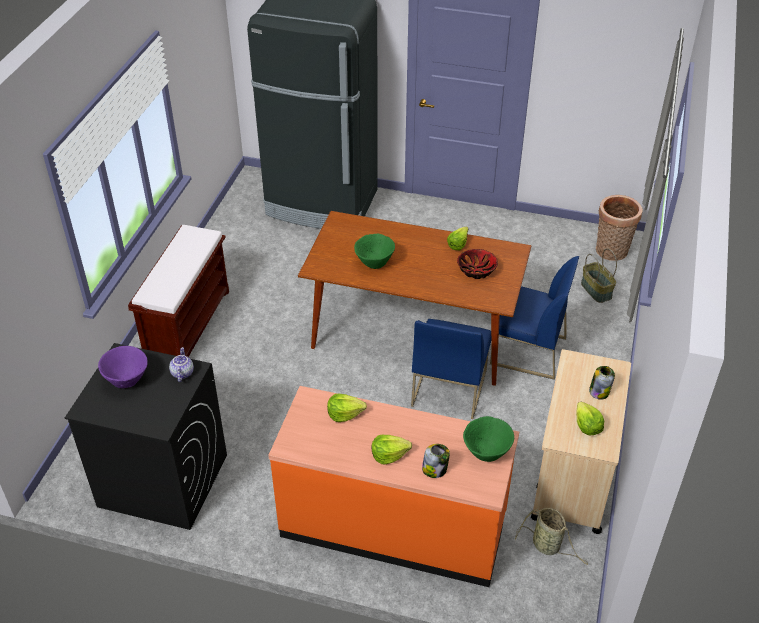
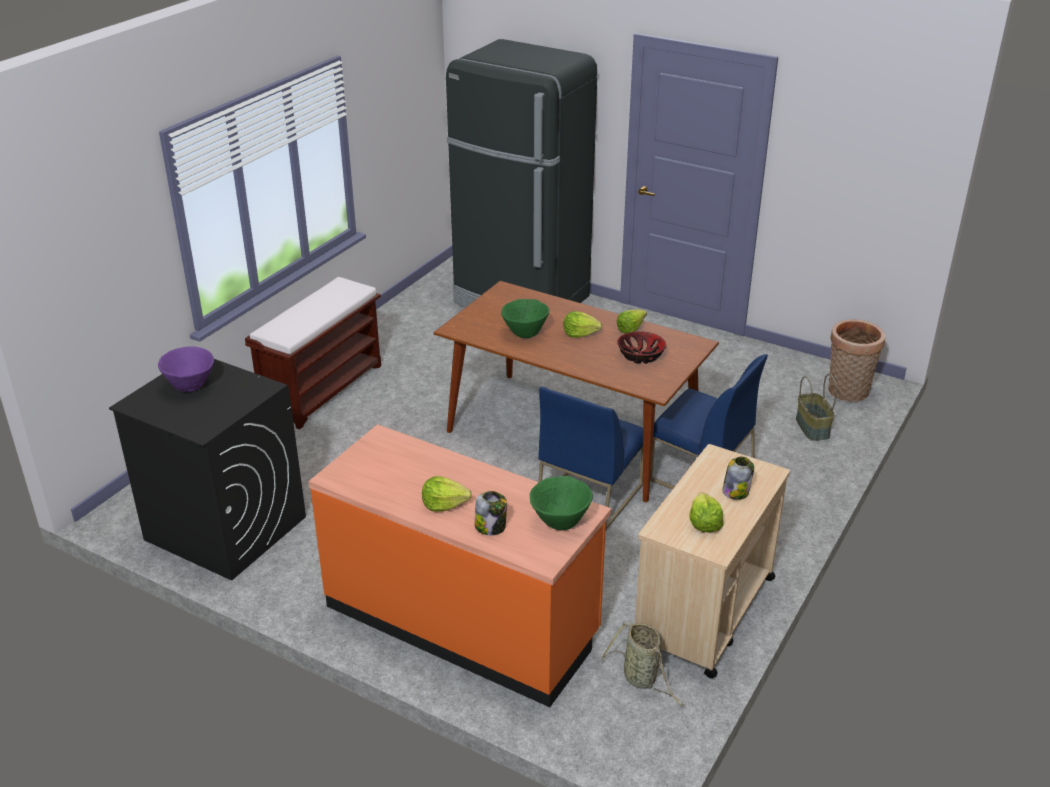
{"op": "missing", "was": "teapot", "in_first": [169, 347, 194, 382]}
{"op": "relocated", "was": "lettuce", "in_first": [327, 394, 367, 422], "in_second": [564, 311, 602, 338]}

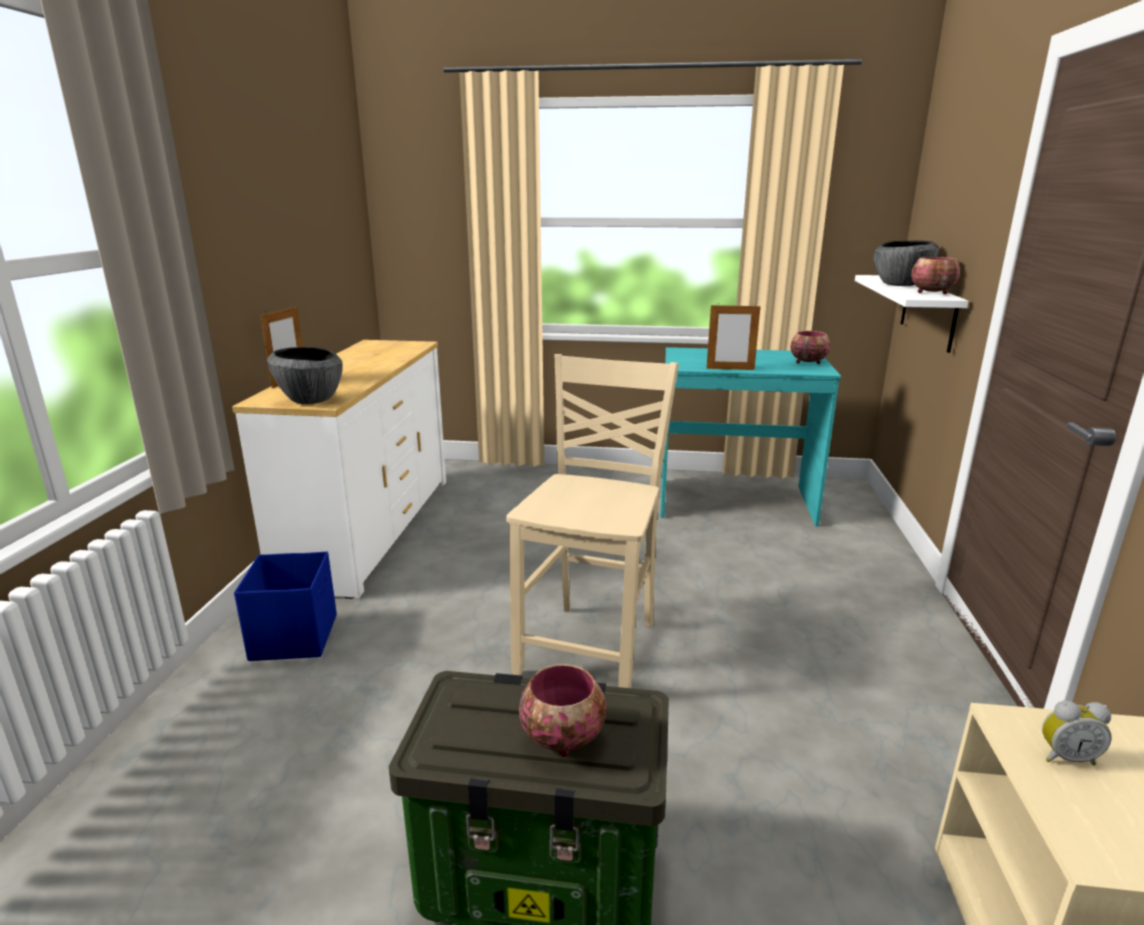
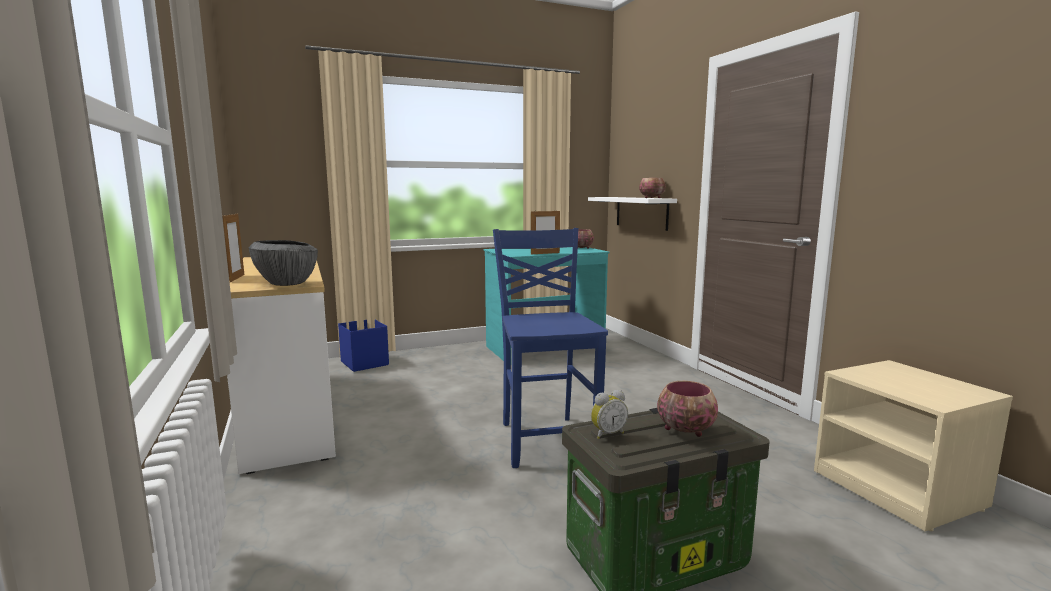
{"op": "missing", "was": "bowl", "in_first": [873, 240, 939, 286]}
{"op": "colour", "was": "chair (beige)", "now": "chair (blue)", "in_first": [506, 354, 679, 688], "in_second": [493, 228, 608, 468]}
{"op": "relocated", "was": "storage box (blue)", "in_first": [234, 551, 337, 661], "in_second": [338, 320, 389, 372]}
{"op": "relocated", "was": "alarm clock", "in_first": [1042, 701, 1112, 765], "in_second": [591, 390, 628, 439]}

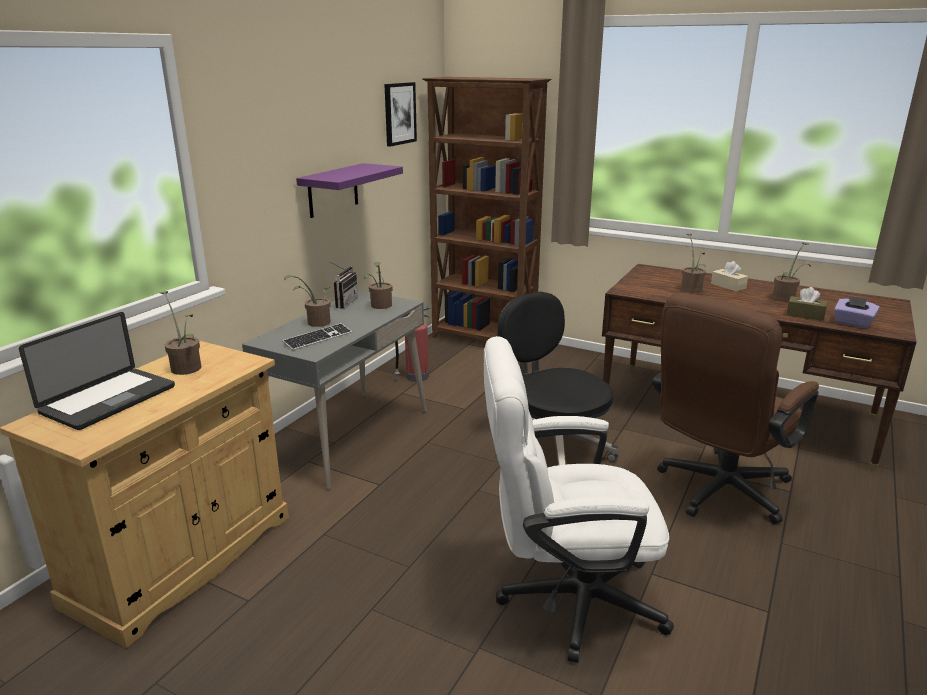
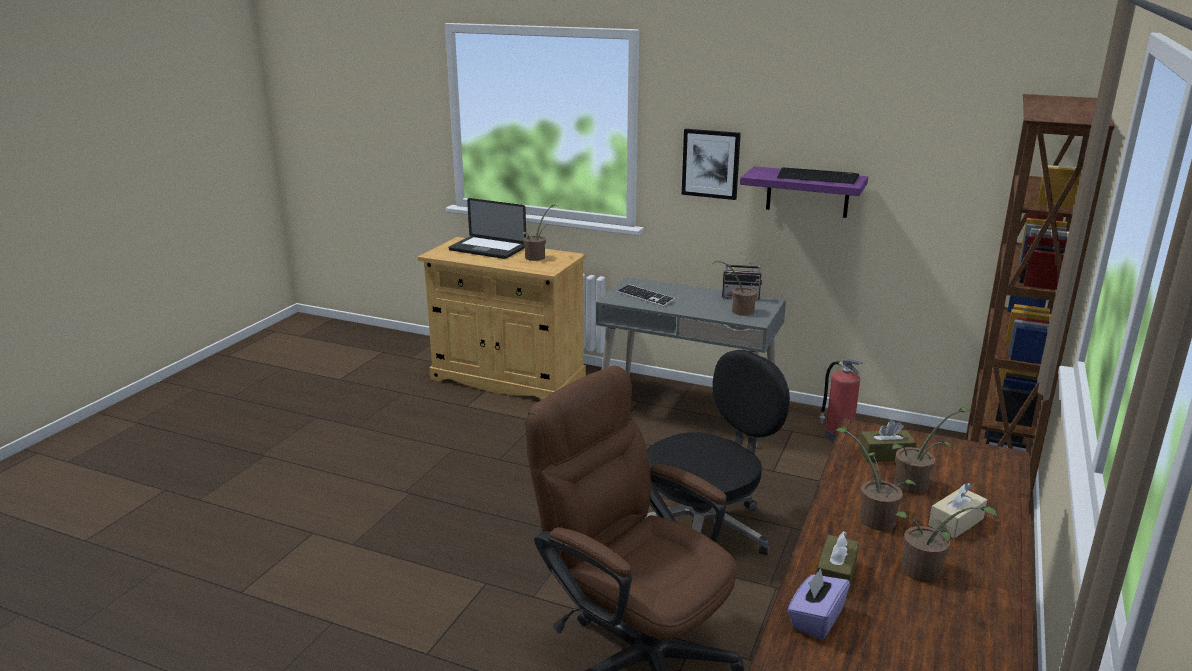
{"op": "relocated", "was": "picture", "in_first": [384, 82, 417, 147], "in_second": [682, 129, 741, 200]}
{"op": "relocated", "was": "potted plant", "in_first": [284, 275, 331, 327], "in_second": [834, 427, 918, 531]}
{"op": "missing", "was": "office chair (white)", "in_first": [484, 336, 674, 663]}
{"op": "appeared", "now": "keyboard", "in_second": [777, 168, 859, 184]}
{"op": "appeared", "now": "tissue box (brown)", "in_second": [859, 420, 917, 462]}

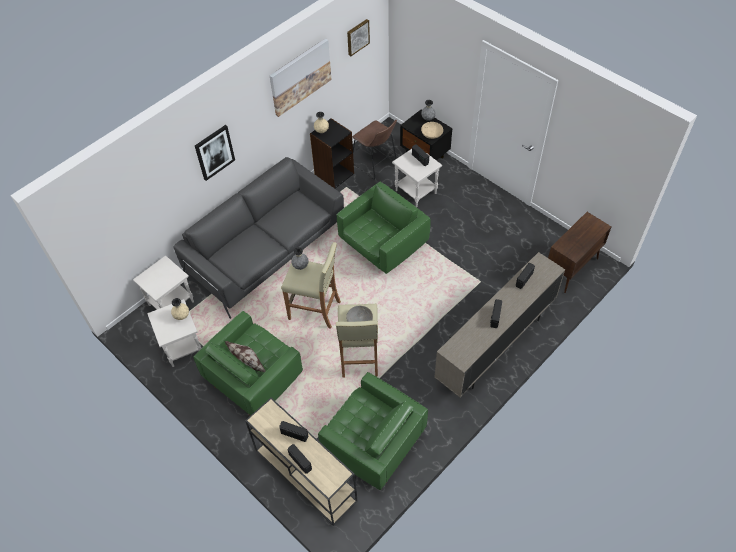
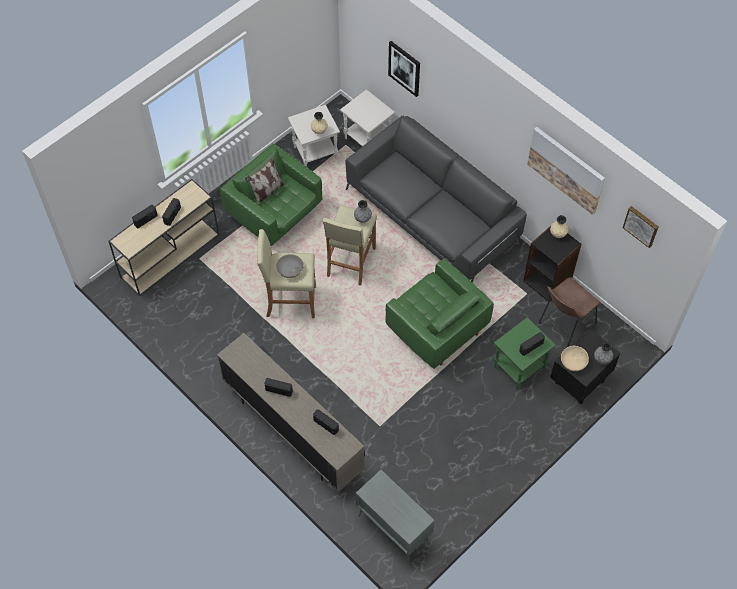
{"op": "relocated", "was": "picture", "in_first": [195, 125, 235, 181], "in_second": [388, 41, 420, 97]}
{"op": "colour", "was": "side table (white)", "now": "side table (green)", "in_first": [392, 149, 442, 207], "in_second": [494, 317, 556, 390]}
{"op": "colour", "was": "cabinet (brown)", "now": "cabinet (grey)", "in_first": [548, 212, 612, 293], "in_second": [356, 470, 435, 564]}
{"op": "missing", "was": "armchair (green)", "in_first": [318, 372, 428, 490]}

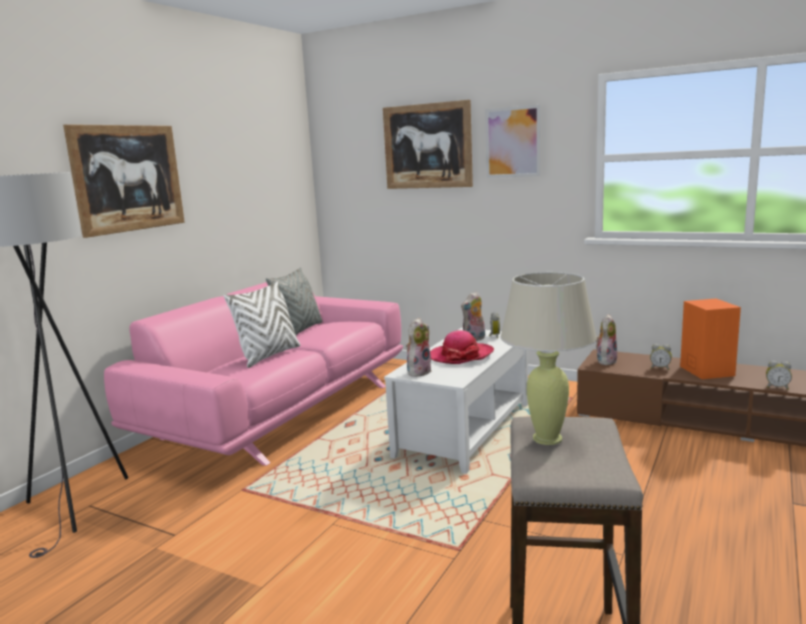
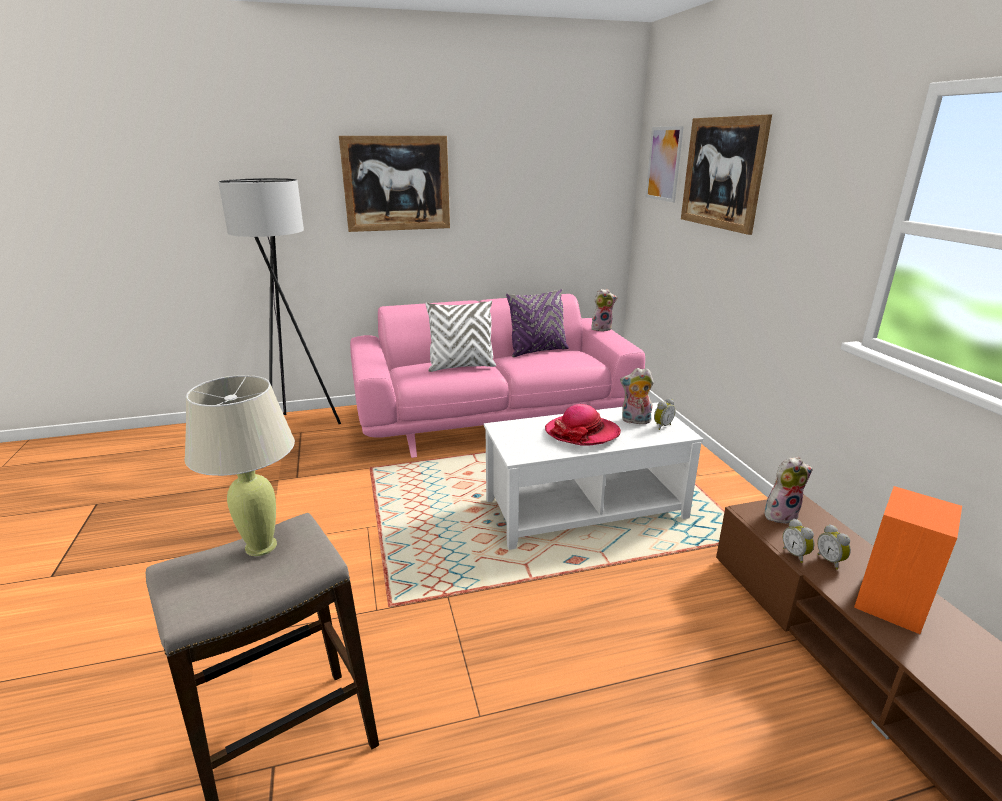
{"op": "relocated", "was": "picture", "in_first": [485, 105, 540, 178], "in_second": [646, 126, 684, 202]}
{"op": "colour", "was": "pillow (grey)", "now": "pillow (purple)", "in_first": [266, 268, 322, 335], "in_second": [506, 289, 569, 357]}
{"op": "relocated", "was": "plush toy", "in_first": [406, 318, 432, 377], "in_second": [591, 289, 617, 331]}
{"op": "relocated", "was": "alarm clock", "in_first": [766, 361, 792, 390], "in_second": [783, 519, 814, 563]}

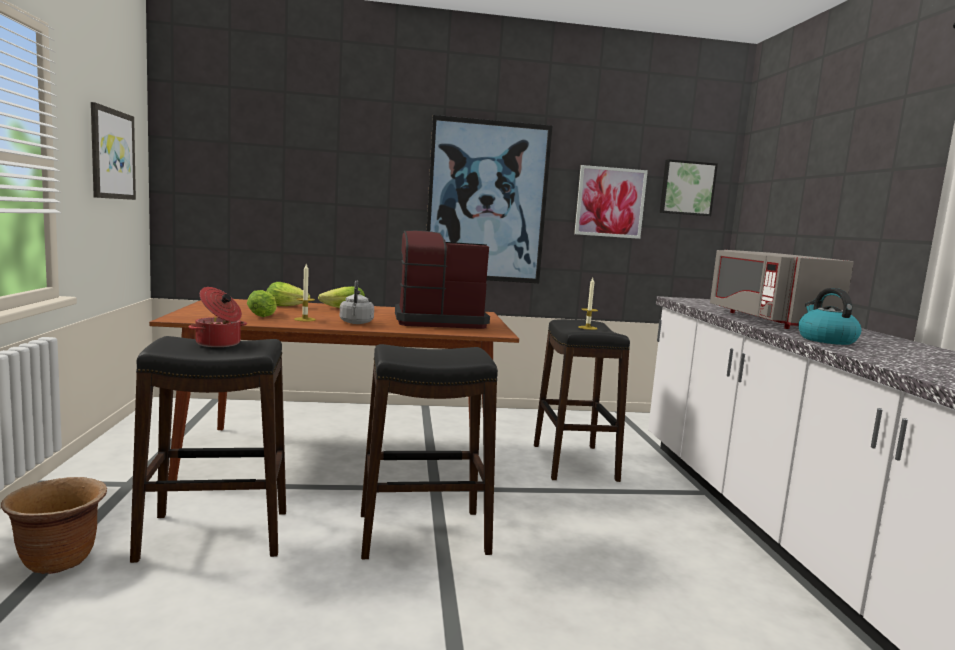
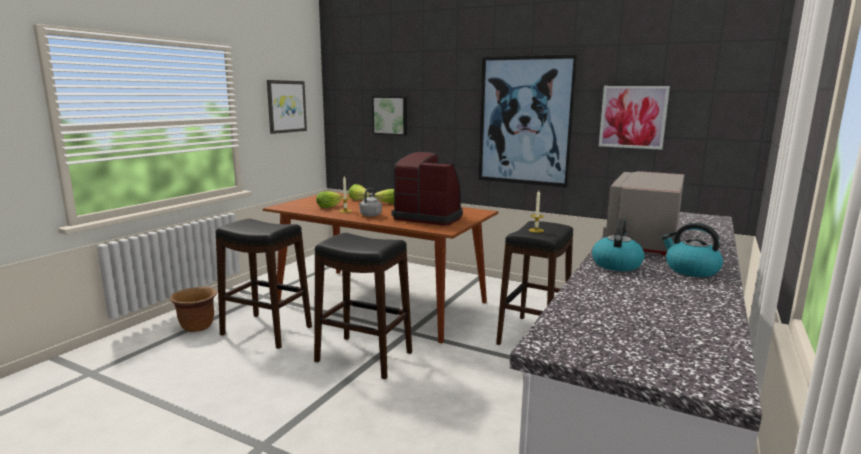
{"op": "relocated", "was": "picture", "in_first": [660, 159, 718, 216], "in_second": [372, 96, 407, 136]}
{"op": "missing", "was": "cooking pot", "in_first": [188, 287, 247, 347]}
{"op": "appeared", "now": "kettle", "in_second": [661, 223, 723, 277]}

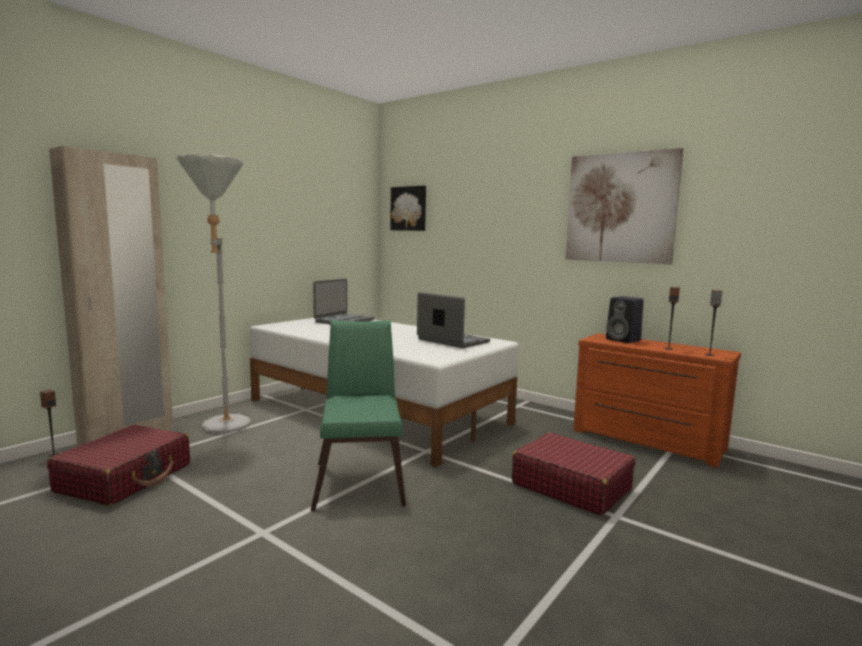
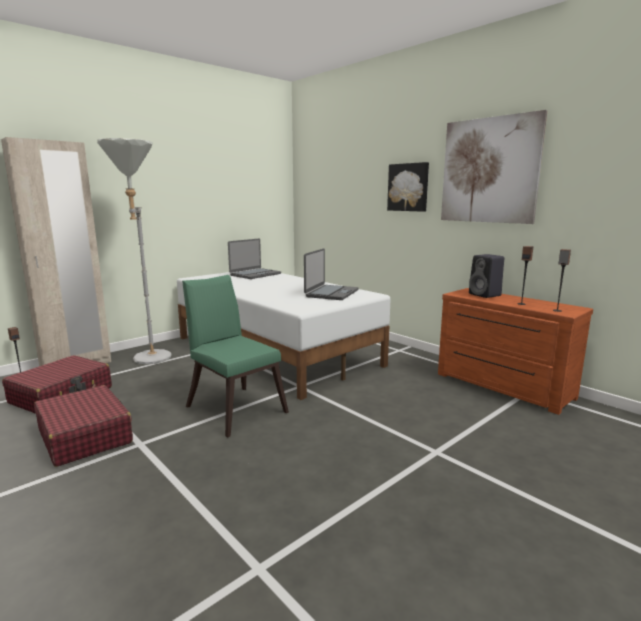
{"op": "relocated", "was": "picture", "in_first": [390, 186, 426, 231], "in_second": [387, 162, 429, 212]}
{"op": "spun", "was": "laptop", "in_first": [417, 292, 490, 348], "in_second": [304, 248, 359, 300], "clockwise": 60}
{"op": "spun", "was": "chair (green)", "in_first": [311, 320, 406, 511], "in_second": [182, 275, 289, 438], "clockwise": -45}
{"op": "relocated", "was": "suitcase (red)", "in_first": [512, 433, 635, 515], "in_second": [34, 385, 133, 467]}

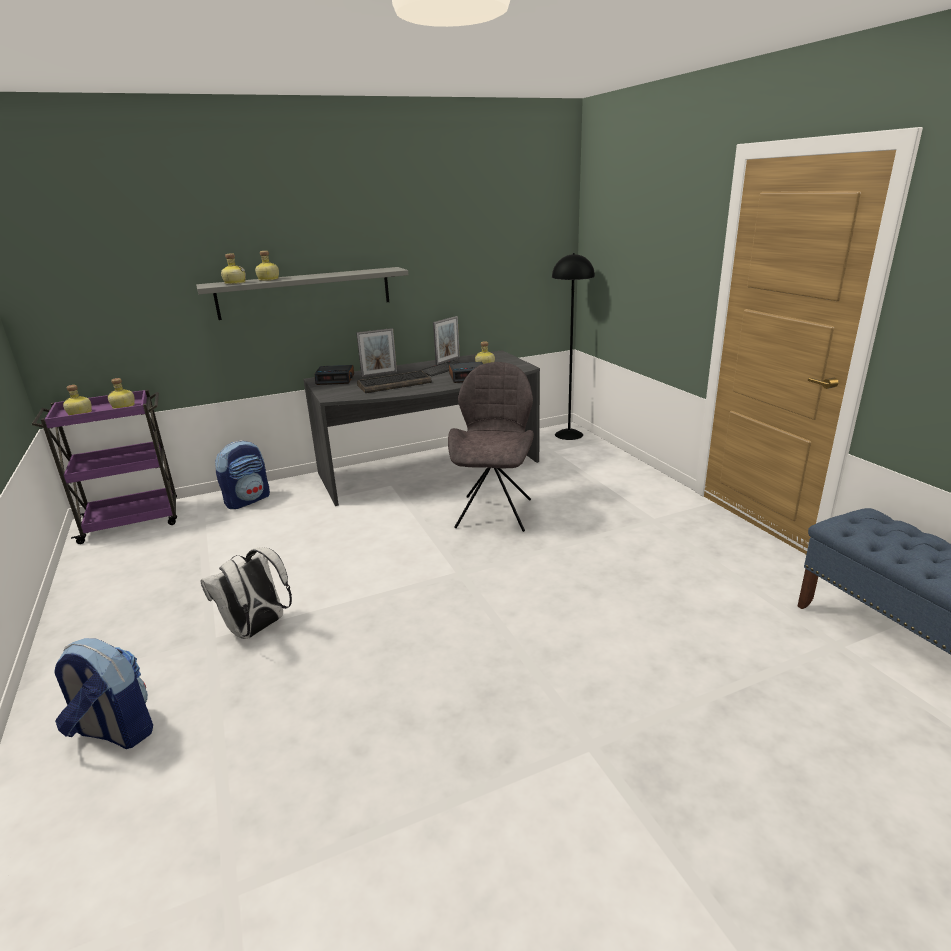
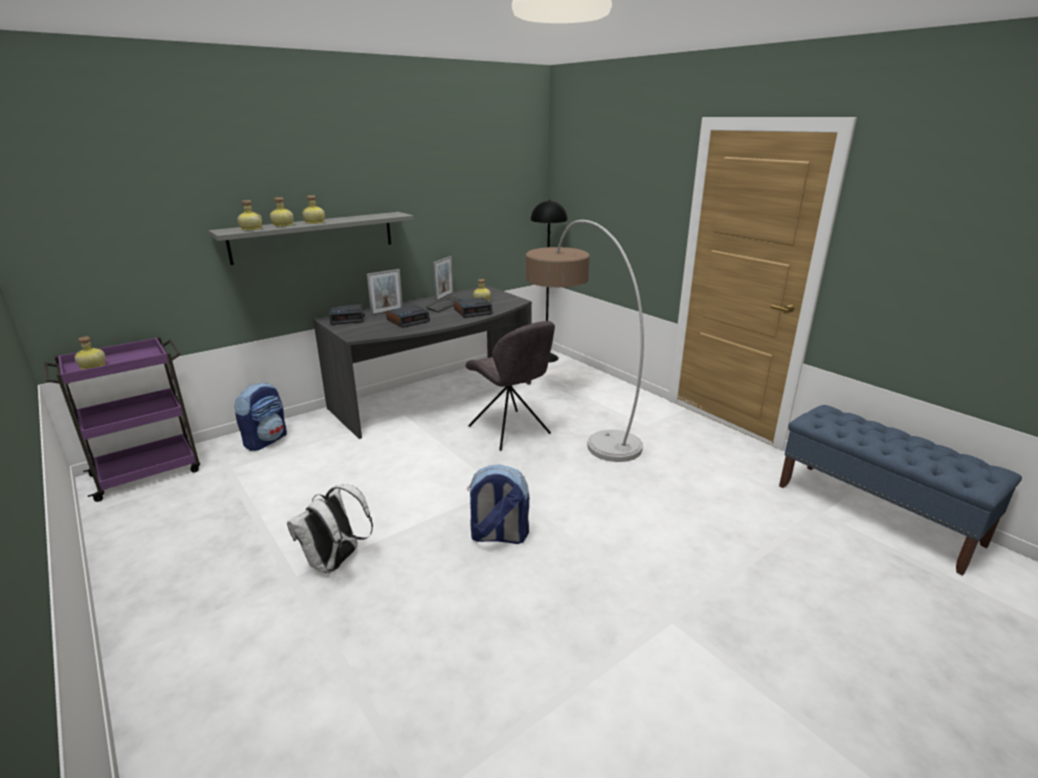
{"op": "spun", "was": "chair (grey)", "in_first": [448, 362, 534, 532], "in_second": [465, 321, 555, 451], "clockwise": 150}
{"op": "exchanged", "was": "keyboard", "now": "alarm clock", "in_first": [357, 371, 432, 393], "in_second": [386, 305, 430, 328]}
{"op": "relocated", "was": "bottle", "in_first": [108, 378, 135, 409], "in_second": [302, 195, 325, 224]}
{"op": "relocated", "was": "backpack", "in_first": [54, 638, 153, 749], "in_second": [467, 465, 529, 544]}
{"op": "appeared", "now": "floor lamp", "in_second": [526, 220, 644, 462]}

